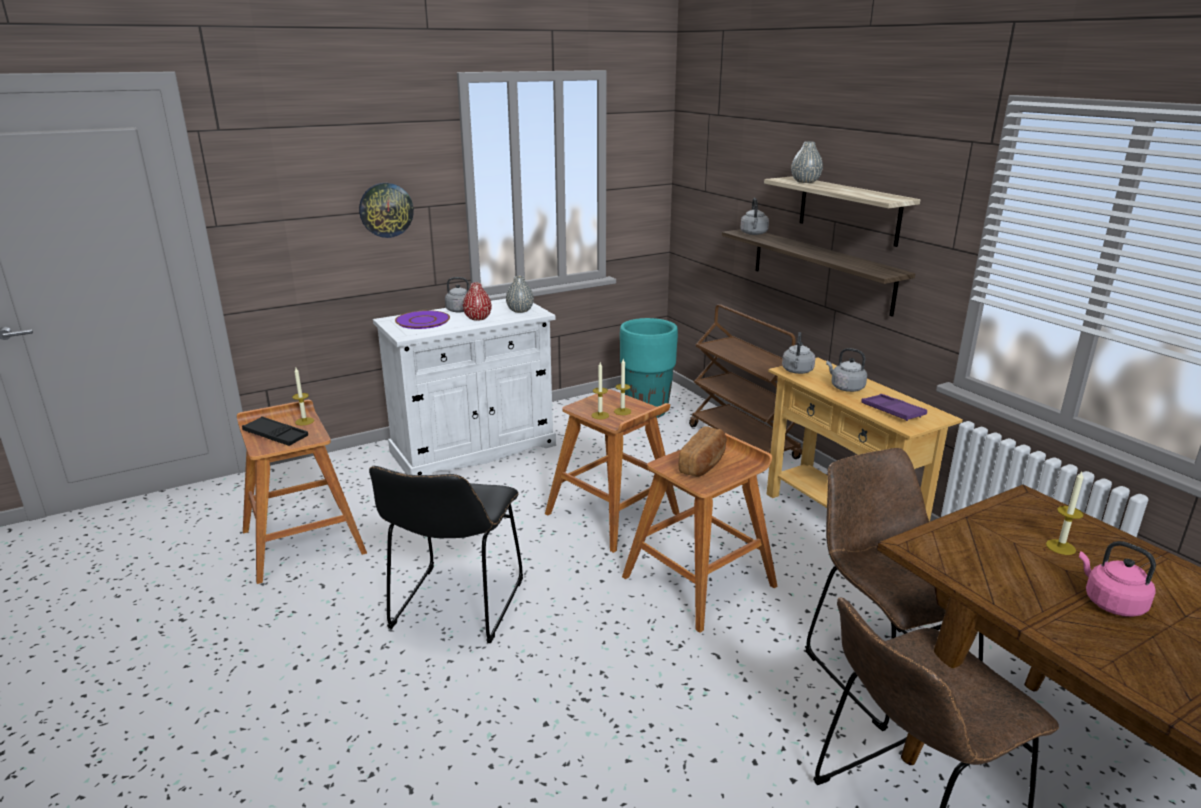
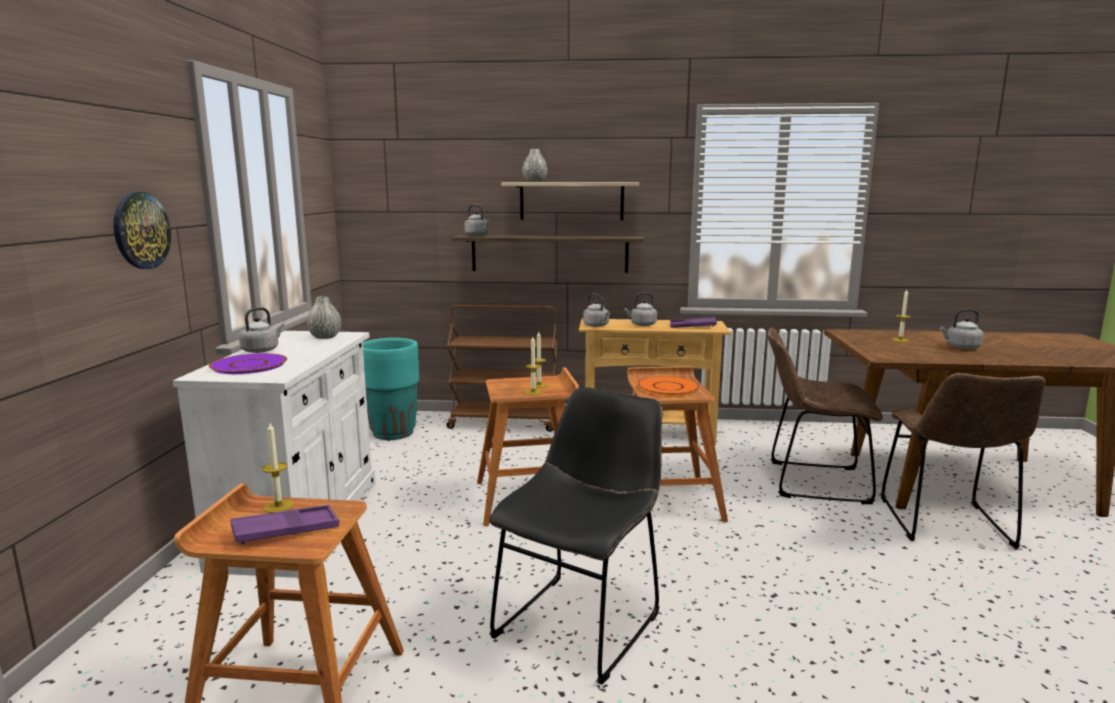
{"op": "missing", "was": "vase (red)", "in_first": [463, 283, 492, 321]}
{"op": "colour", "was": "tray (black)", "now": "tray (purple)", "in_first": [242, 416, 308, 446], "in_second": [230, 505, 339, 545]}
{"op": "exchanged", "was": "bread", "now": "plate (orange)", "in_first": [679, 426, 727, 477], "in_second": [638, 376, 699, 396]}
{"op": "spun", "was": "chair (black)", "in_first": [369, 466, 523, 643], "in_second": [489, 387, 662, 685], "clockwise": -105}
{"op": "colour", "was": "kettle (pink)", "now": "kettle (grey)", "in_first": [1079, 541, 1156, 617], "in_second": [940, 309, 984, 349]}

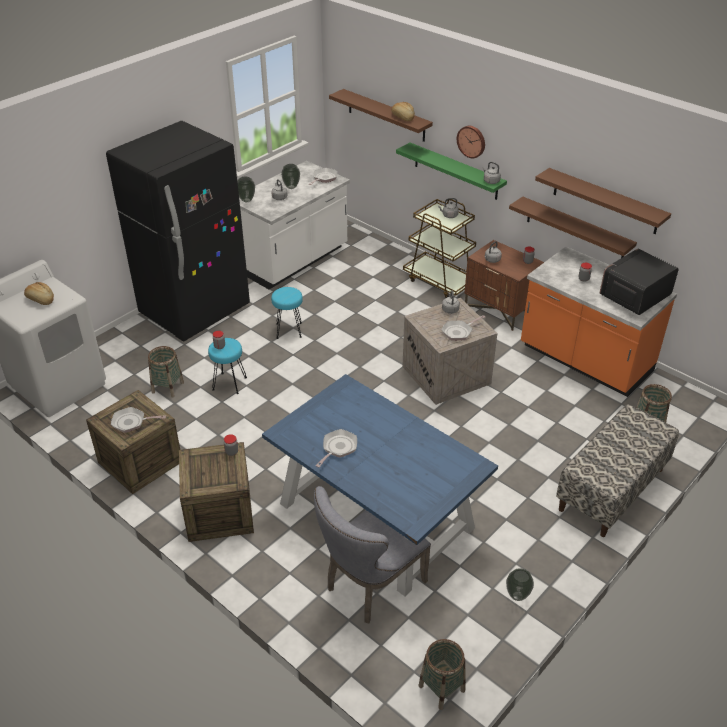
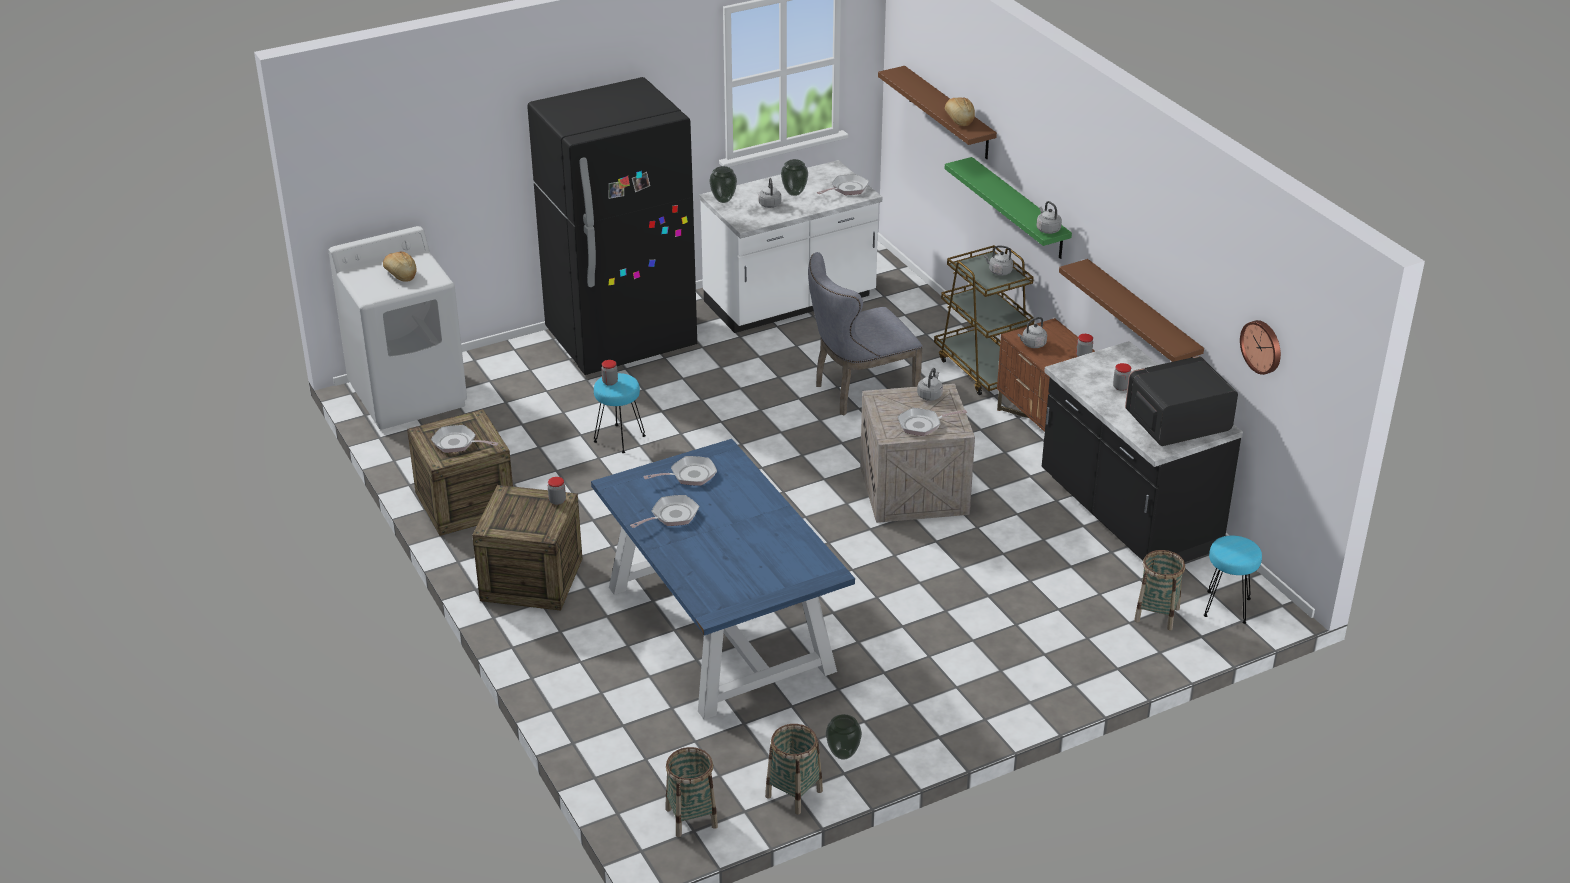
{"op": "relocated", "was": "wall clock", "in_first": [457, 126, 485, 158], "in_second": [1240, 320, 1281, 375]}
{"op": "missing", "was": "shelf (brown)", "in_first": [535, 168, 671, 234]}
{"op": "colour", "was": "counter (orange)", "now": "counter (black)", "in_first": [521, 247, 677, 397], "in_second": [1042, 341, 1243, 563]}
{"op": "relocated", "was": "stool (turquoise)", "in_first": [271, 287, 303, 339], "in_second": [1204, 536, 1262, 624]}
{"op": "relocated", "was": "basket", "in_first": [148, 346, 184, 398], "in_second": [765, 724, 823, 815]}
{"op": "missing", "was": "bench", "in_first": [556, 404, 679, 537]}
{"op": "relocated", "was": "chair (grey)", "in_first": [314, 486, 431, 623], "in_second": [808, 252, 923, 416]}
{"op": "appeared", "now": "frying pan", "in_second": [643, 456, 717, 486]}

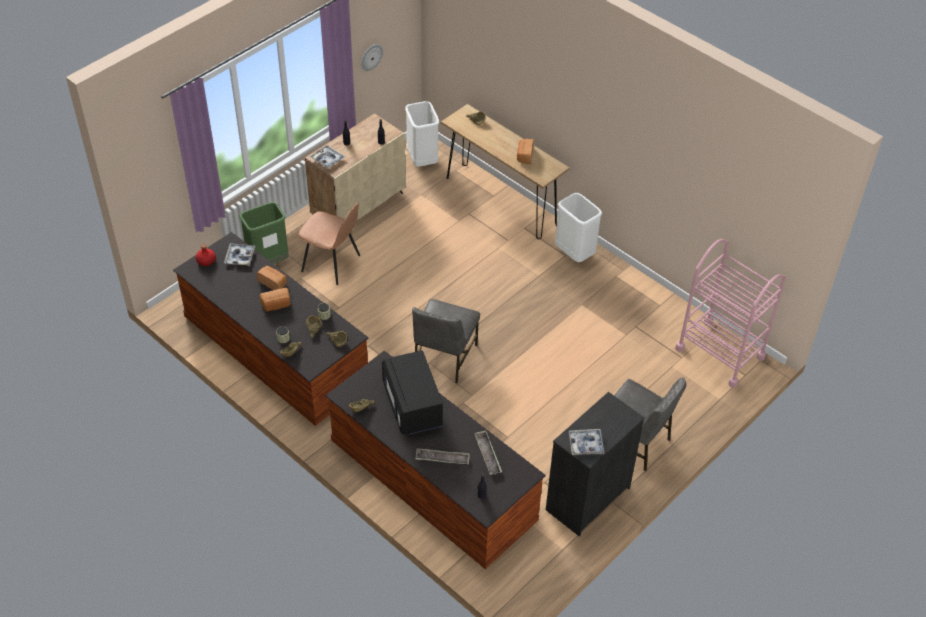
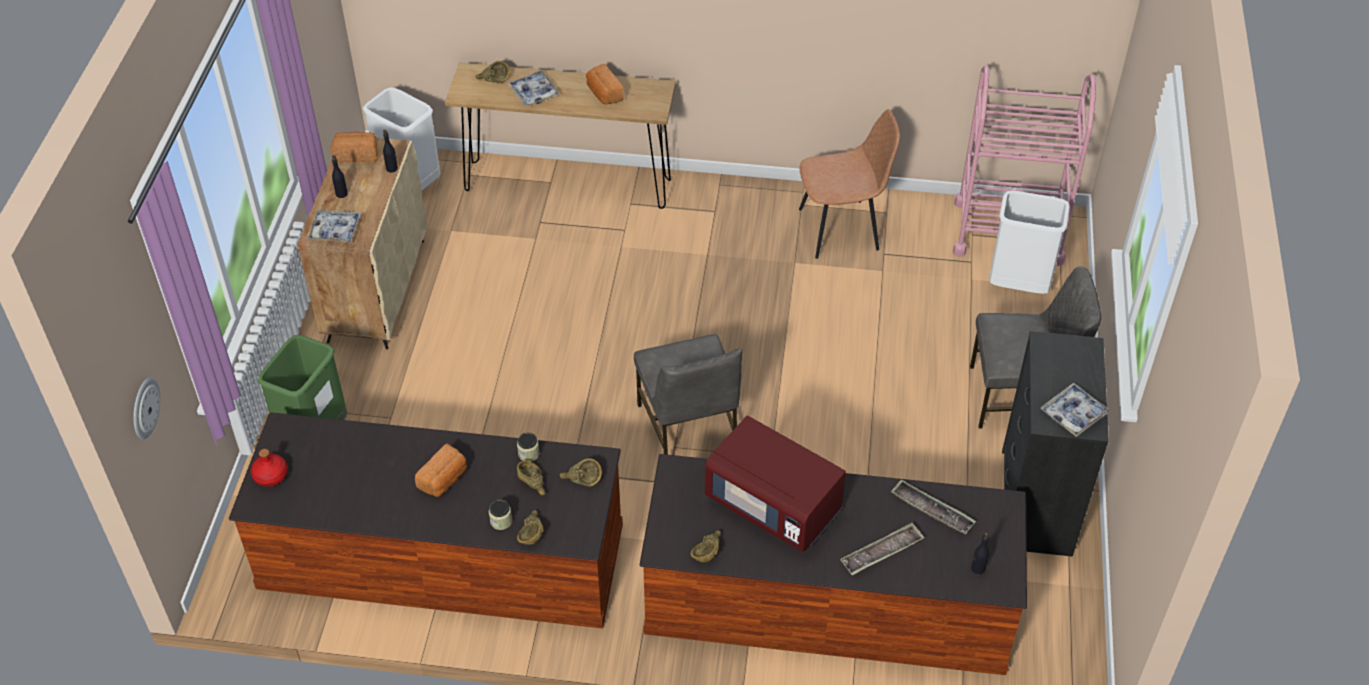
{"op": "relocated", "was": "wall clock", "in_first": [361, 44, 383, 71], "in_second": [134, 377, 160, 439]}
{"op": "relocated", "was": "trash can (white)", "in_first": [555, 193, 602, 262], "in_second": [989, 191, 1070, 294]}
{"op": "relocated", "was": "chair (brown)", "in_first": [298, 203, 360, 285], "in_second": [799, 109, 900, 259]}
{"op": "relocated", "was": "tray", "in_first": [224, 243, 255, 265], "in_second": [508, 71, 561, 106]}
{"op": "relocated", "was": "bread", "in_first": [256, 266, 287, 290], "in_second": [330, 132, 378, 162]}
{"op": "colour", "was": "microwave (black)", "now": "microwave (red)", "in_first": [382, 350, 443, 435], "in_second": [705, 416, 846, 552]}

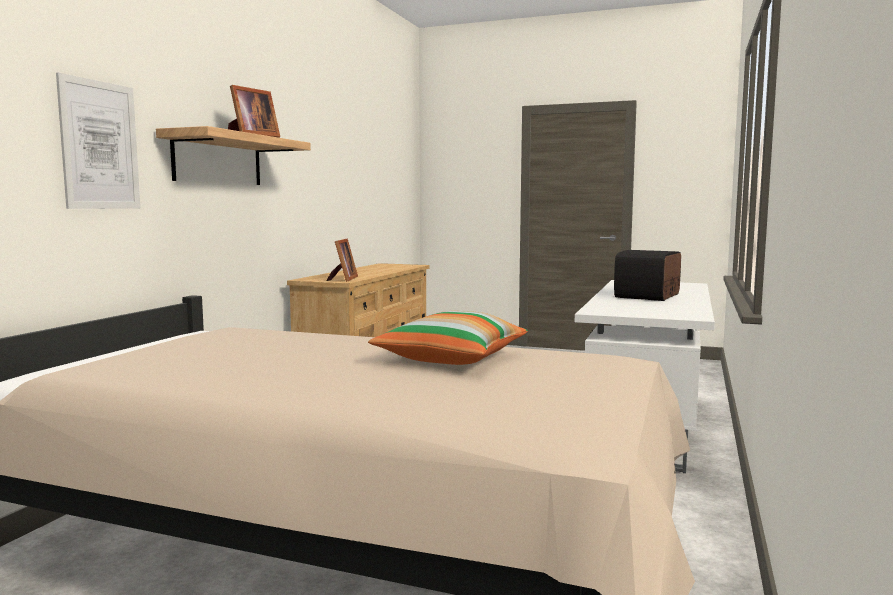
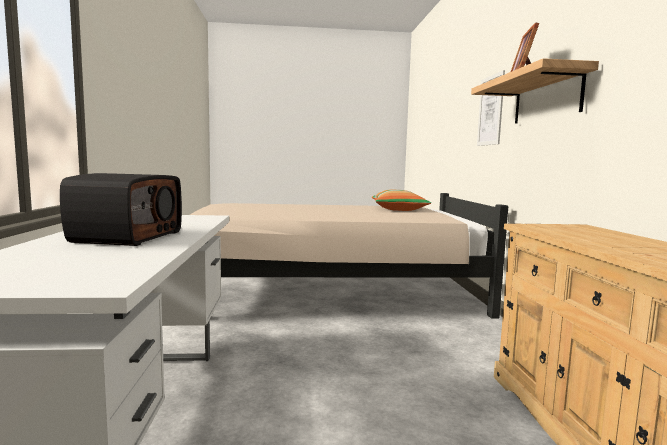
{"op": "missing", "was": "picture frame", "in_first": [326, 239, 358, 282]}
{"op": "relocated", "was": "pillow", "in_first": [368, 311, 528, 365], "in_second": [372, 189, 431, 211]}

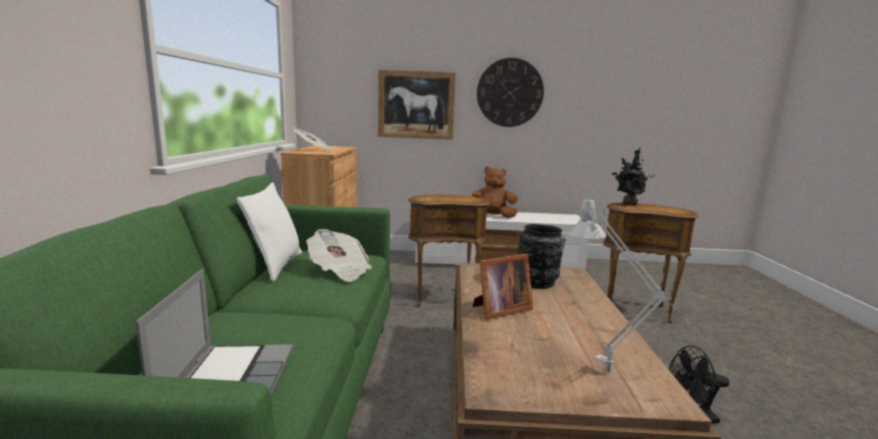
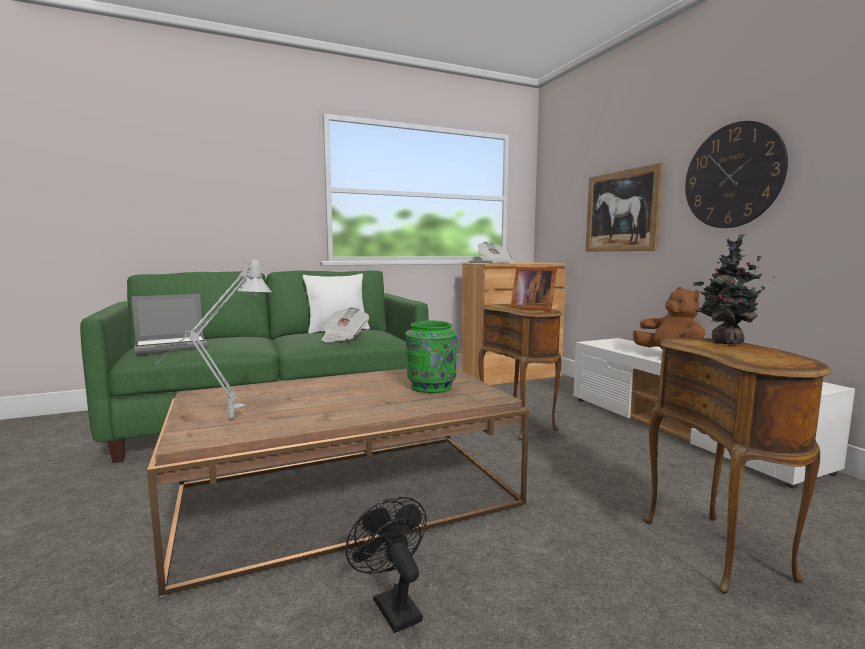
{"op": "colour", "was": "vase (black)", "now": "vase (green)", "in_first": [518, 224, 565, 289], "in_second": [405, 320, 458, 393]}
{"op": "relocated", "was": "picture frame", "in_first": [473, 254, 533, 320], "in_second": [511, 267, 557, 311]}

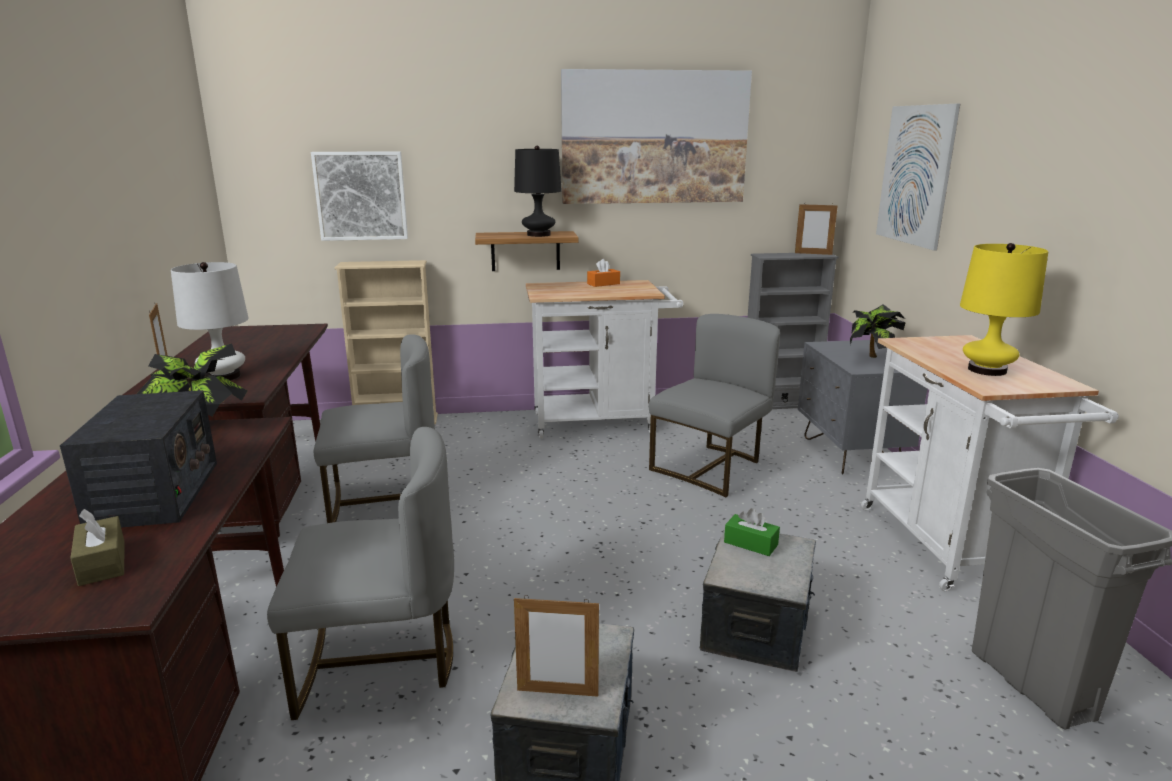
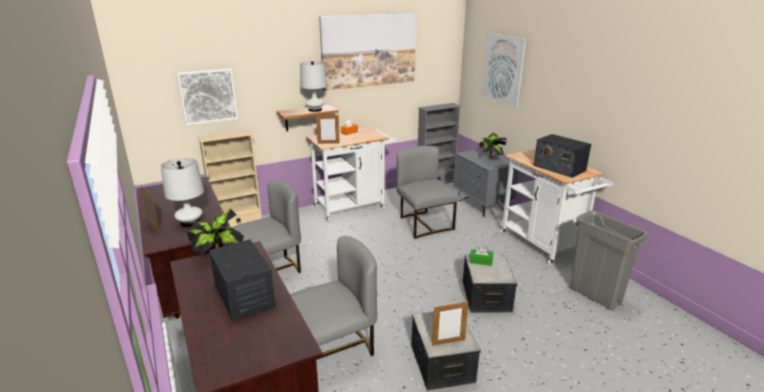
{"op": "colour", "was": "table lamp (black)", "now": "table lamp (white)", "in_first": [514, 146, 562, 237], "in_second": [300, 61, 327, 112]}
{"op": "relocated", "was": "picture frame", "in_first": [795, 204, 838, 255], "in_second": [316, 114, 340, 144]}
{"op": "exchanged", "was": "table lamp (yellow)", "now": "radio", "in_first": [960, 243, 1048, 376], "in_second": [533, 134, 591, 178]}
{"op": "spun", "was": "chair (grey)", "in_first": [649, 314, 780, 497], "in_second": [397, 146, 458, 239], "clockwise": -45}
{"op": "missing", "was": "tissue box (brown)", "in_first": [70, 509, 125, 586]}

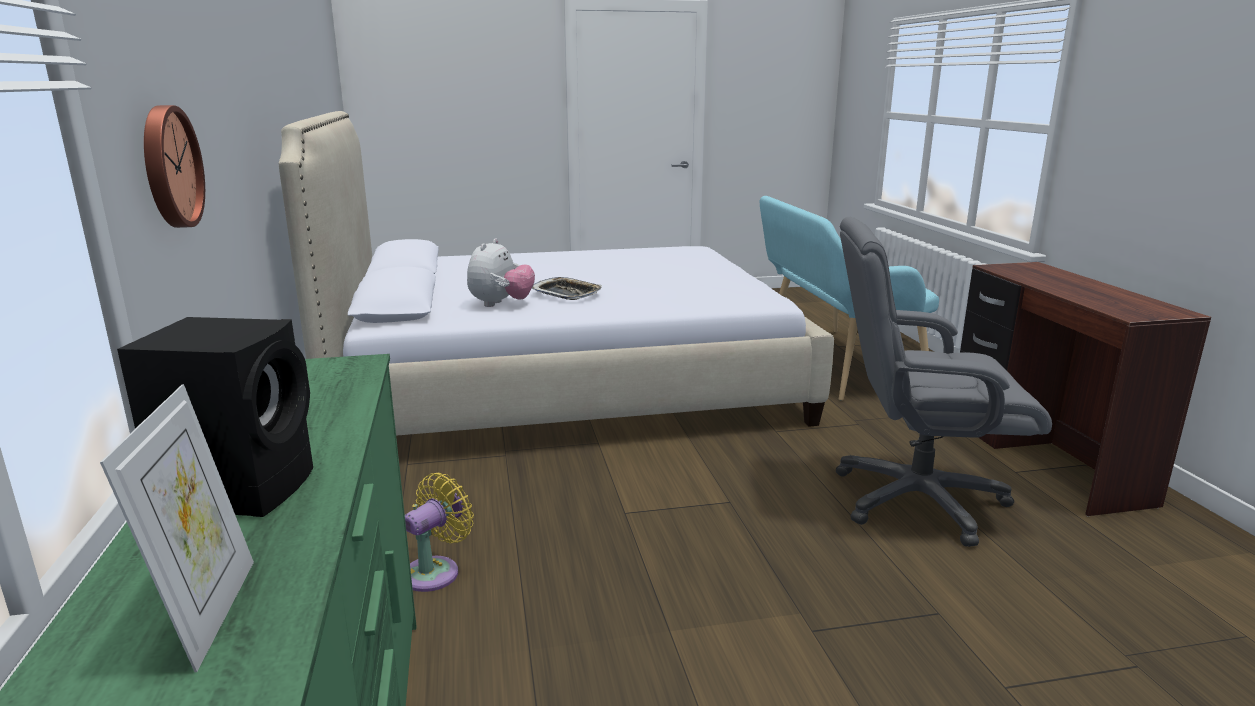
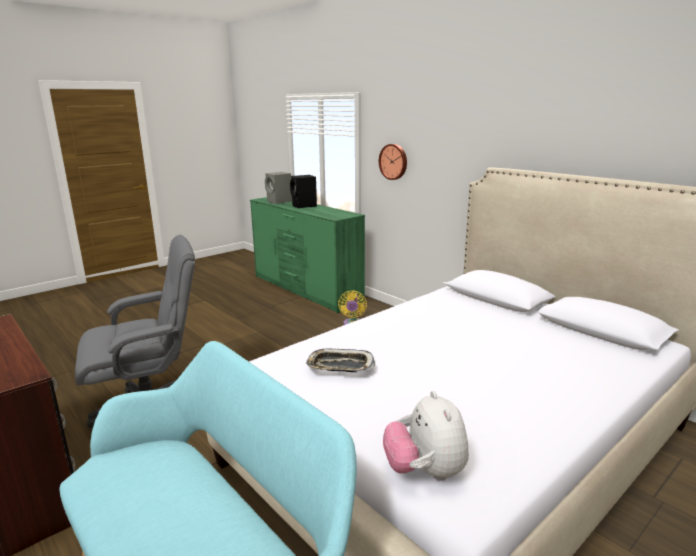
{"op": "relocated", "was": "plush toy", "in_first": [467, 239, 535, 307], "in_second": [383, 391, 469, 481]}
{"op": "relocated", "was": "tray", "in_first": [532, 277, 602, 300], "in_second": [306, 348, 375, 372]}
{"op": "exchanged", "was": "picture frame", "now": "speaker (grey)", "in_first": [100, 384, 254, 672], "in_second": [265, 172, 292, 204]}

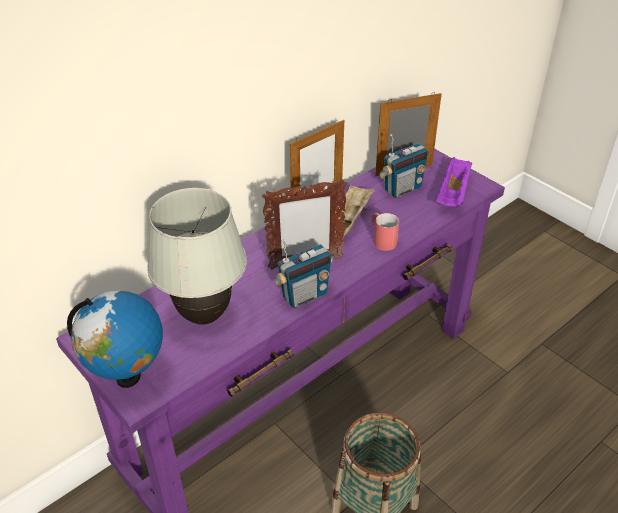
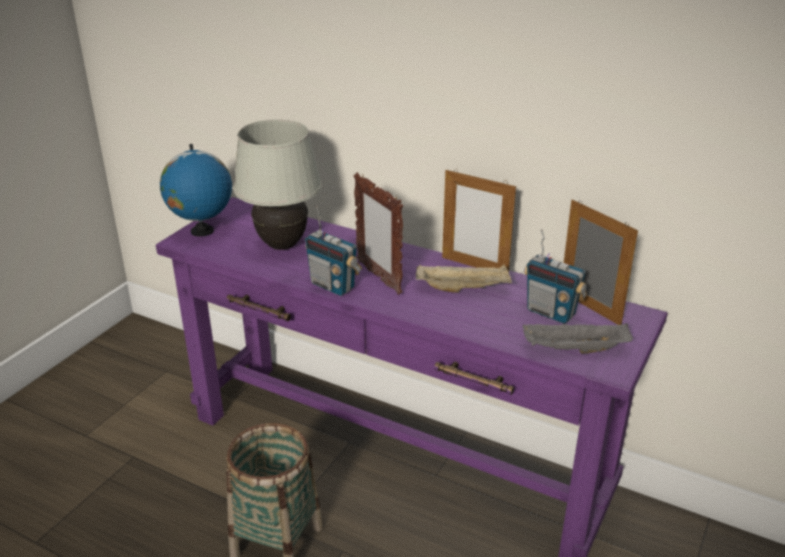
{"op": "colour", "was": "tray (purple)", "now": "tray (grey)", "in_first": [436, 157, 472, 207], "in_second": [523, 323, 633, 353]}
{"op": "missing", "was": "mug (red)", "in_first": [371, 213, 399, 251]}

